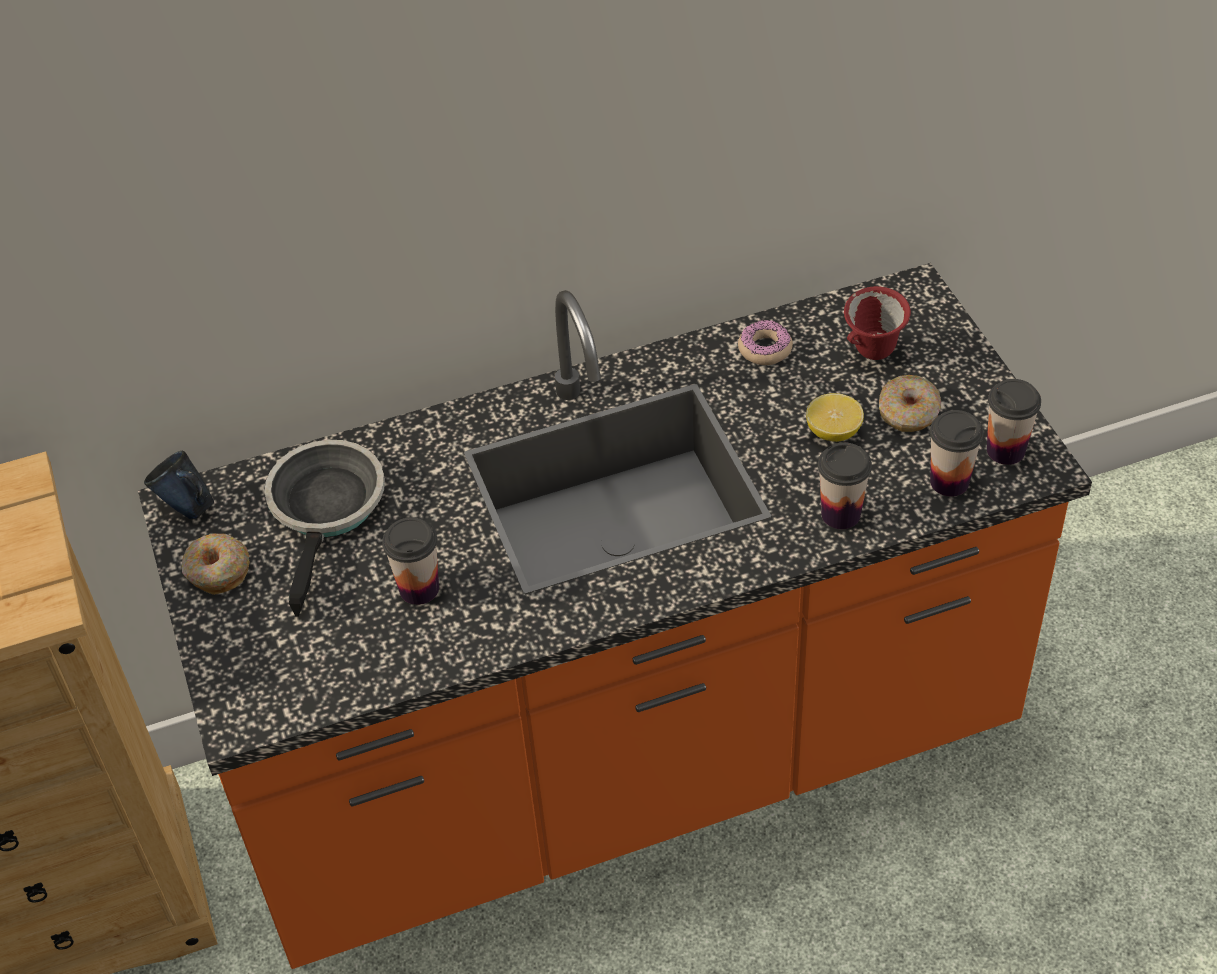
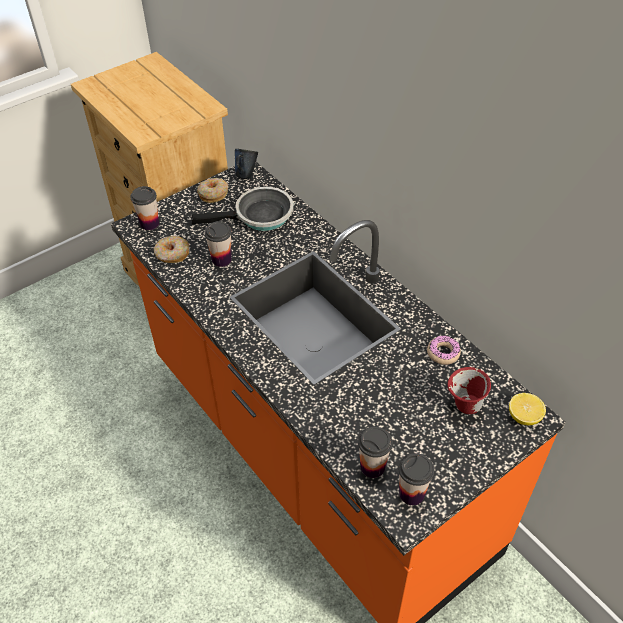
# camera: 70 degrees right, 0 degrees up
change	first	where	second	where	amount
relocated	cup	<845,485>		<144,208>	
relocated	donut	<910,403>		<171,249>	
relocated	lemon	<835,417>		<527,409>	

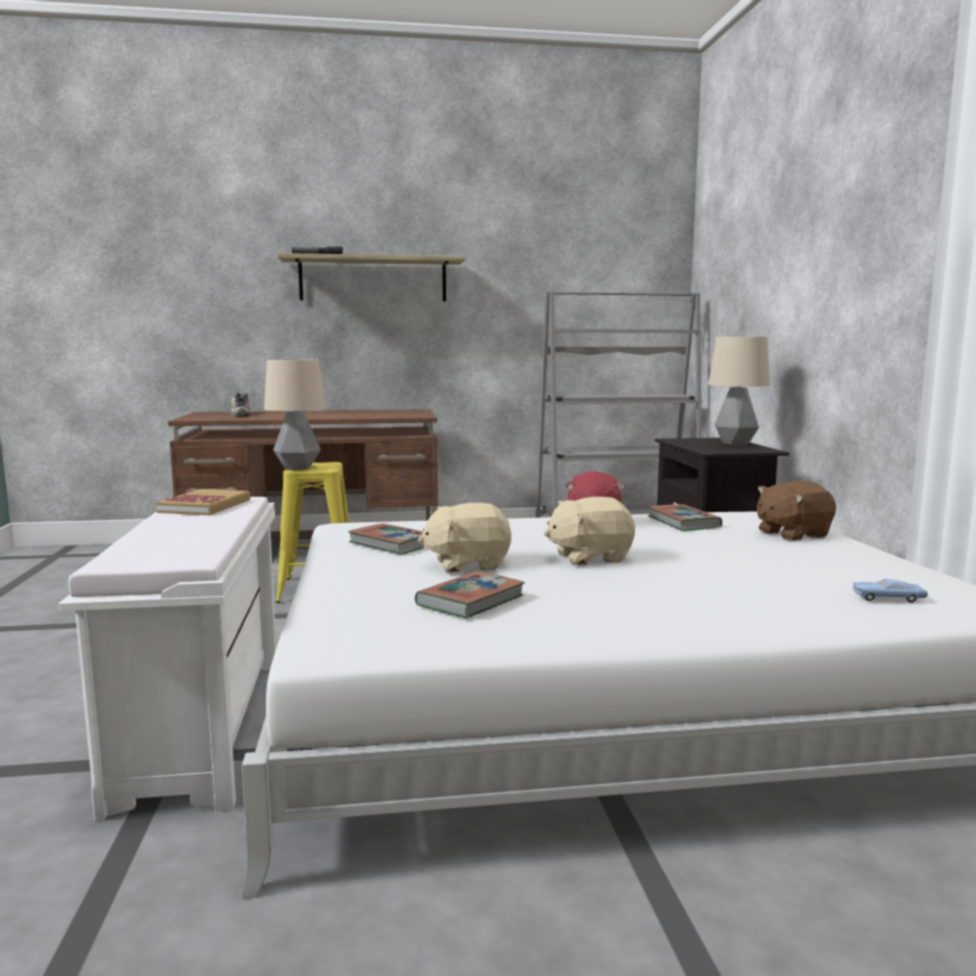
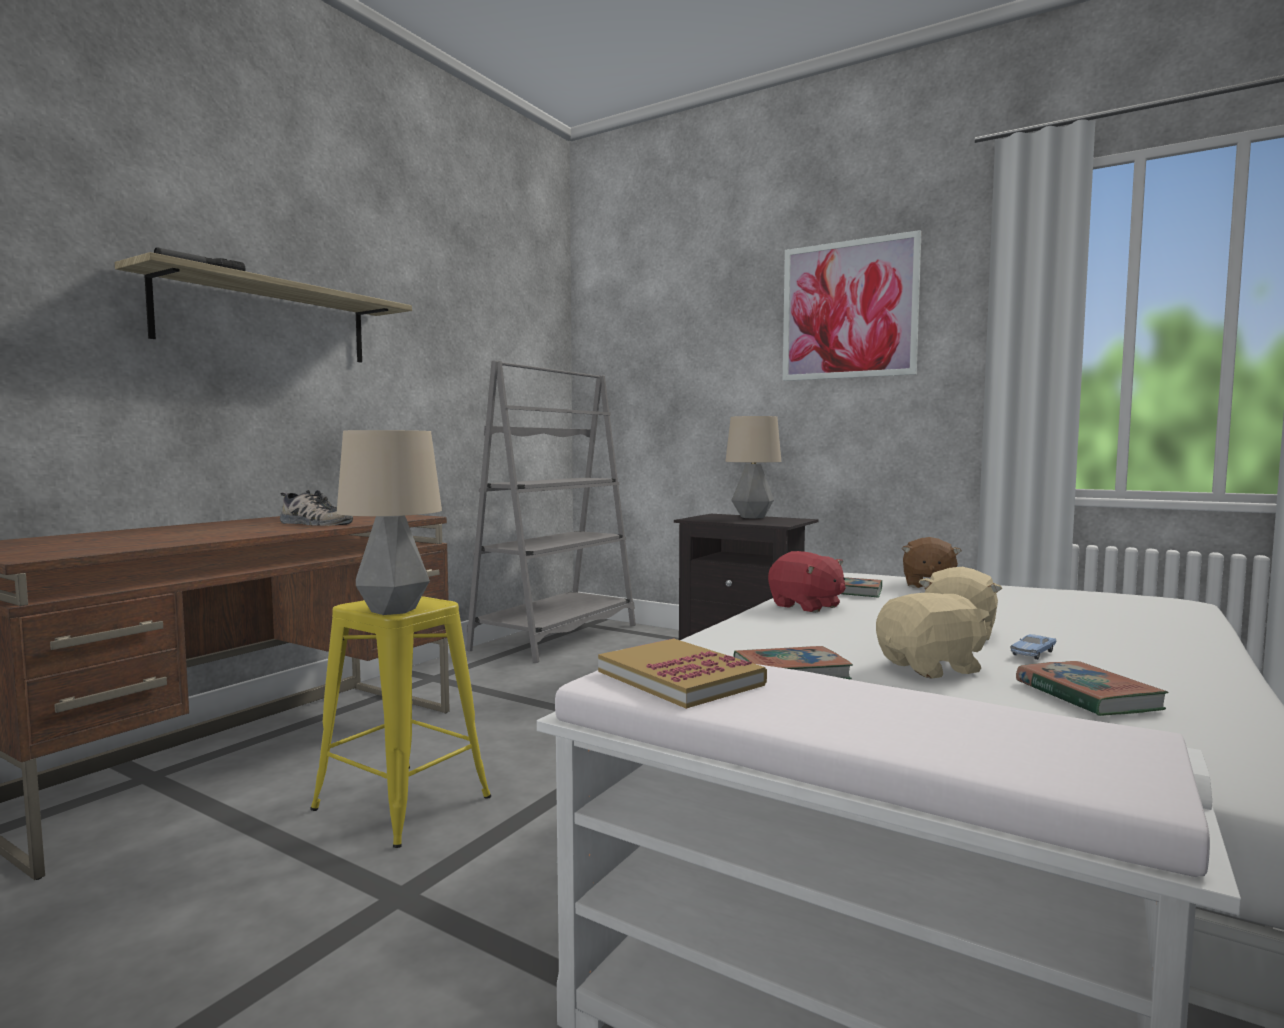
# camera: 50 degrees left, 5 degrees down
change	first	where	second	where	amount
relocated	shoe	<240,404>		<316,508>	
appeared			picture	<852,305>	
spun	plush toy (beige)	<464,538>		<932,636>	135 degrees counterclockwise
relocated	toy car (blue)	<890,591>		<1033,647>	

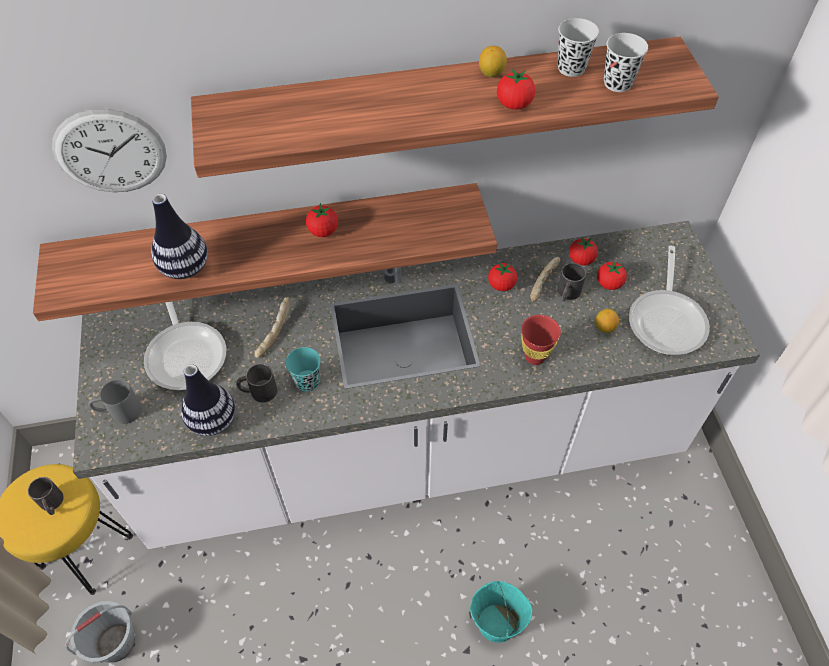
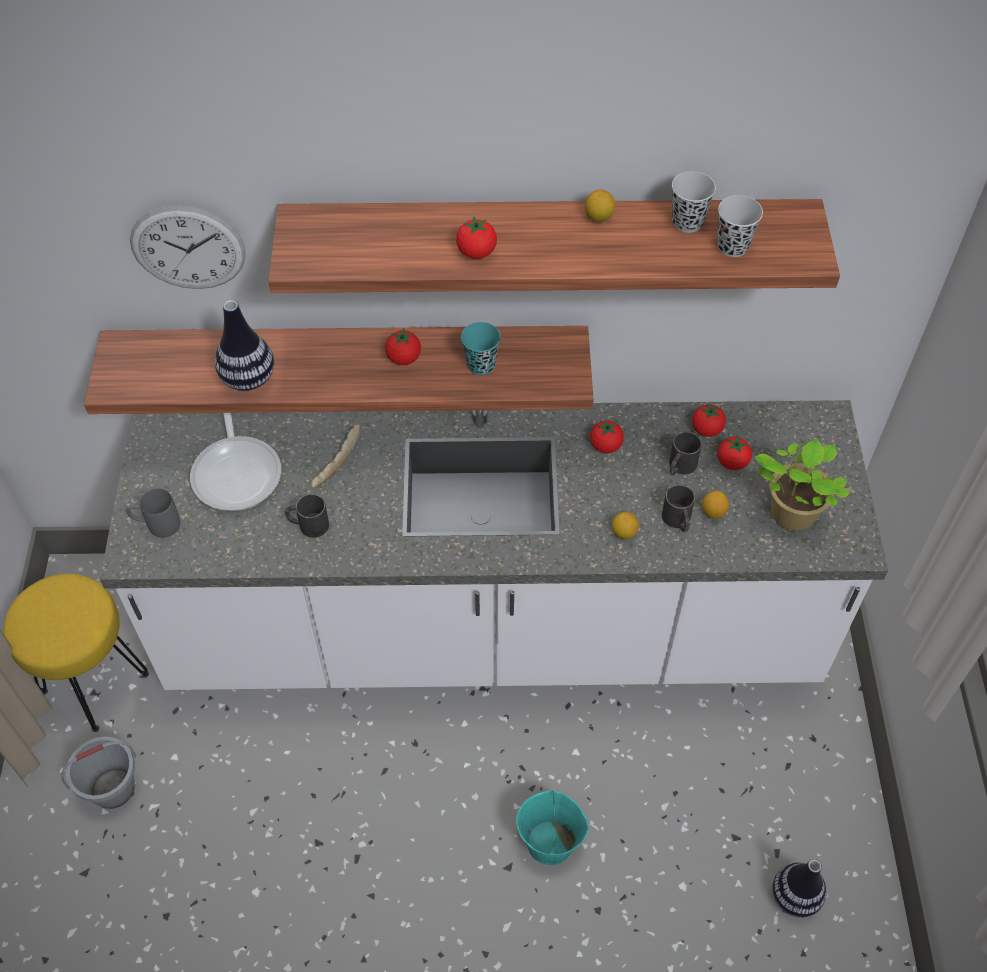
# camera: 10 degrees right, 0 degrees up
change	first	where	second	where	amount
relocated	tomato	<516,89>		<476,237>	
relocated	cup (turquoise)	<303,369>		<481,348>	
exchanged	cup (red)	<541,340>	lemon	<625,525>	
relocated	mug (black)	<46,496>		<678,508>	
exchanged	frying pan	<669,300>	potted plant	<802,485>	
relocated	vase	<208,400>		<799,888>	
missing	bread	<545,279>			

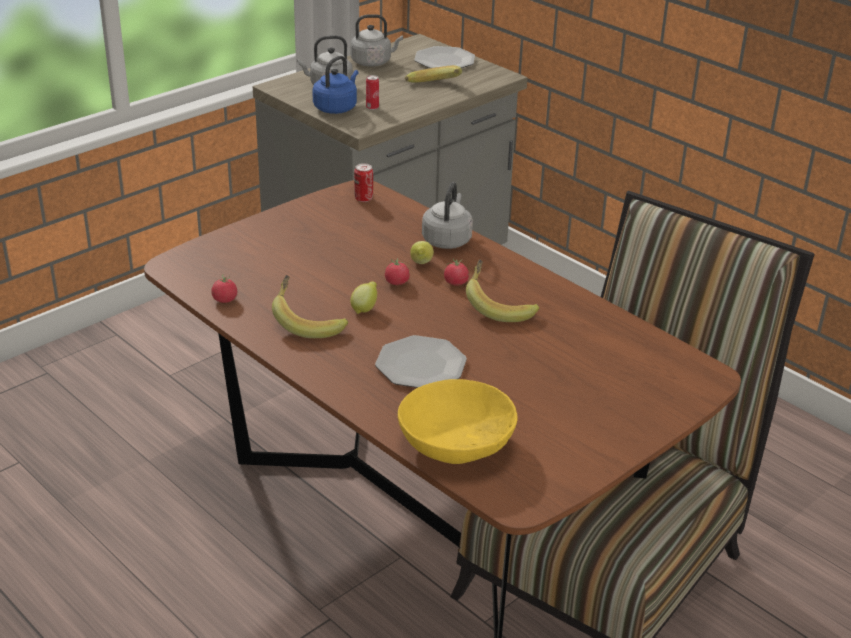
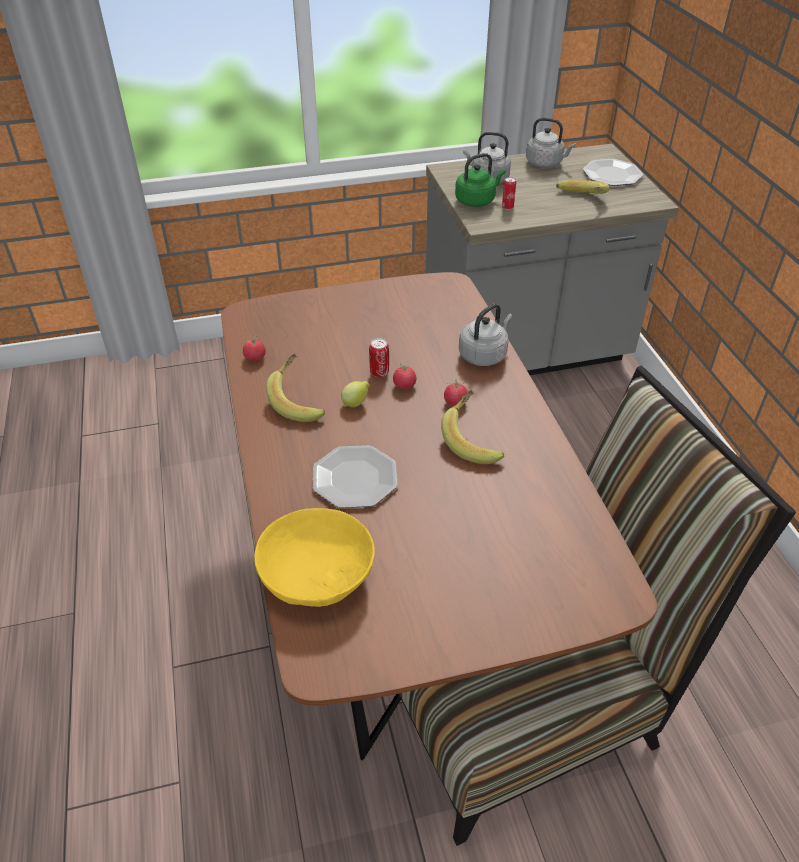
# camera: 30 degrees right, 10 degrees up
change	first	where	second	where	amount
relocated	can	<363,182>		<379,357>	
colour	kettle (blue)	<335,85>	kettle (green)	<480,180>	
missing	lemon	<422,252>			

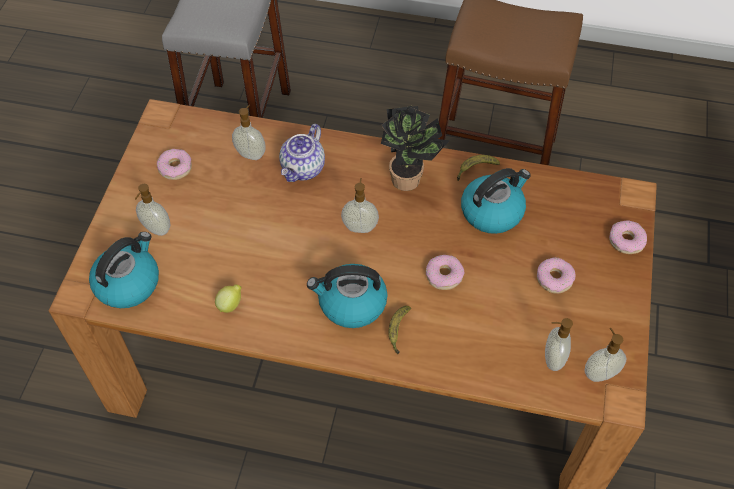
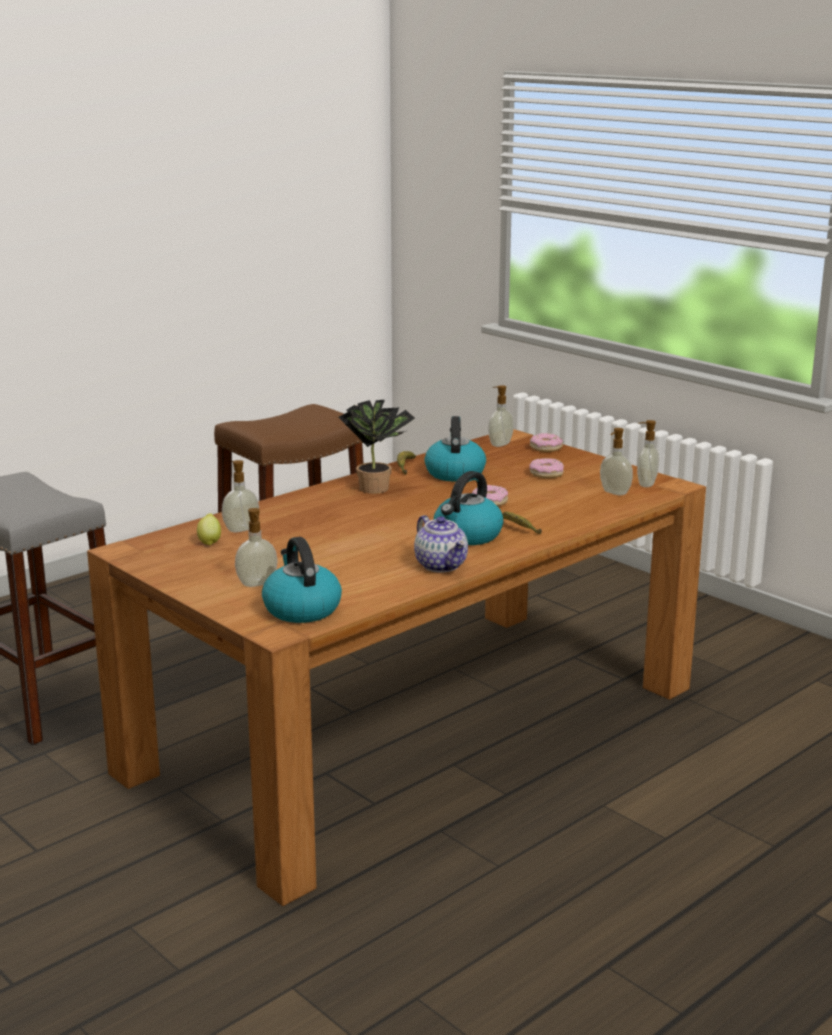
# camera: 55 degrees left, 35 degrees down
change	first	where	second	where	amount
relocated	lemon	<228,298>		<209,529>	
relocated	teapot	<302,153>		<441,544>	
relocated	soap dispenser	<360,205>		<501,416>	
missing	donut	<174,164>			

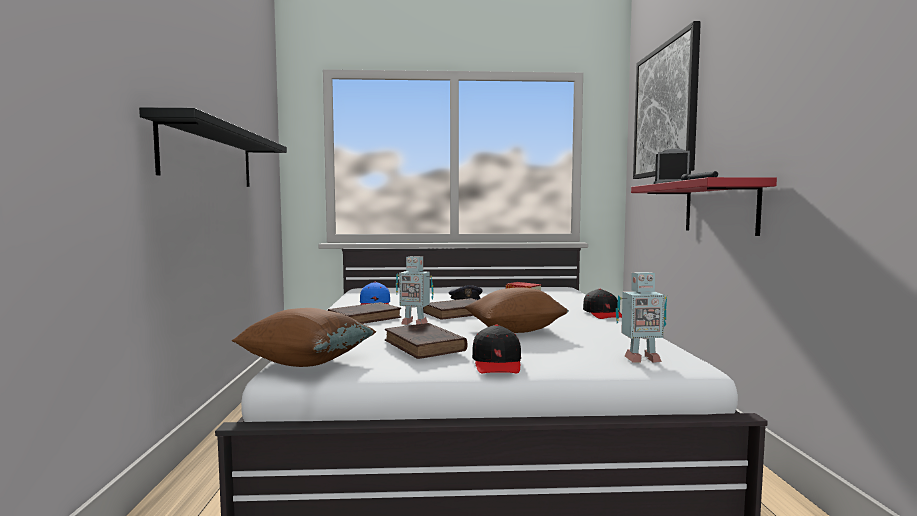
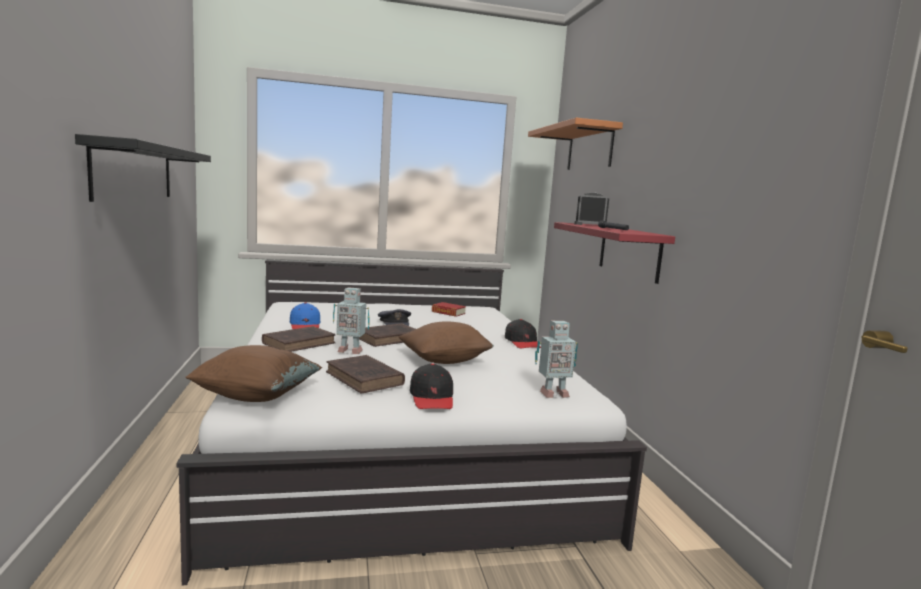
# camera: 10 degrees left, 5 degrees up
change	first	where	second	where	amount
exchanged	picture	<667,100>	shelf (orange)	<575,144>	

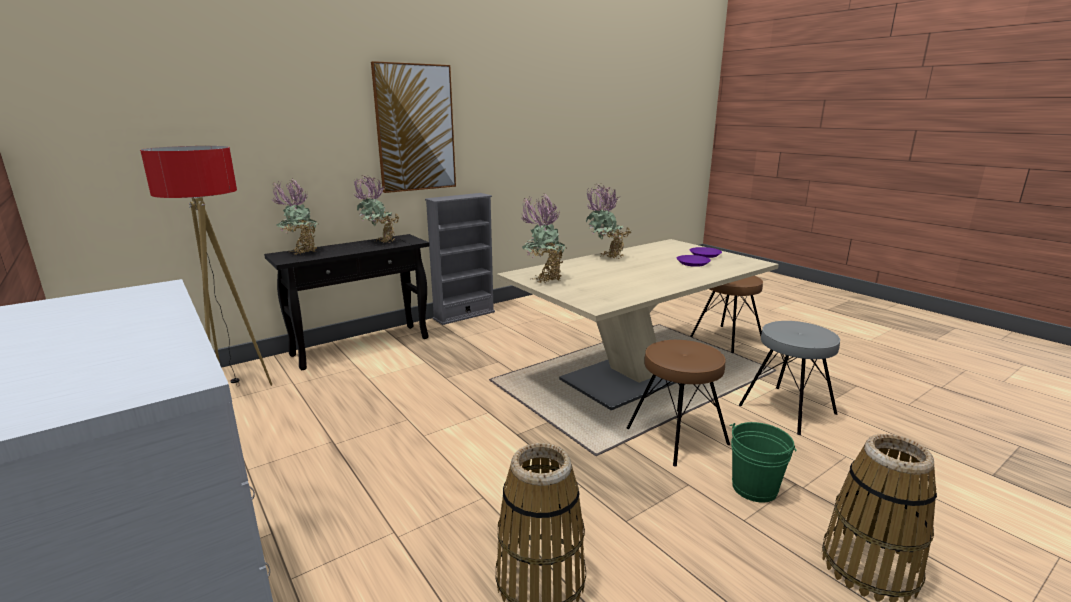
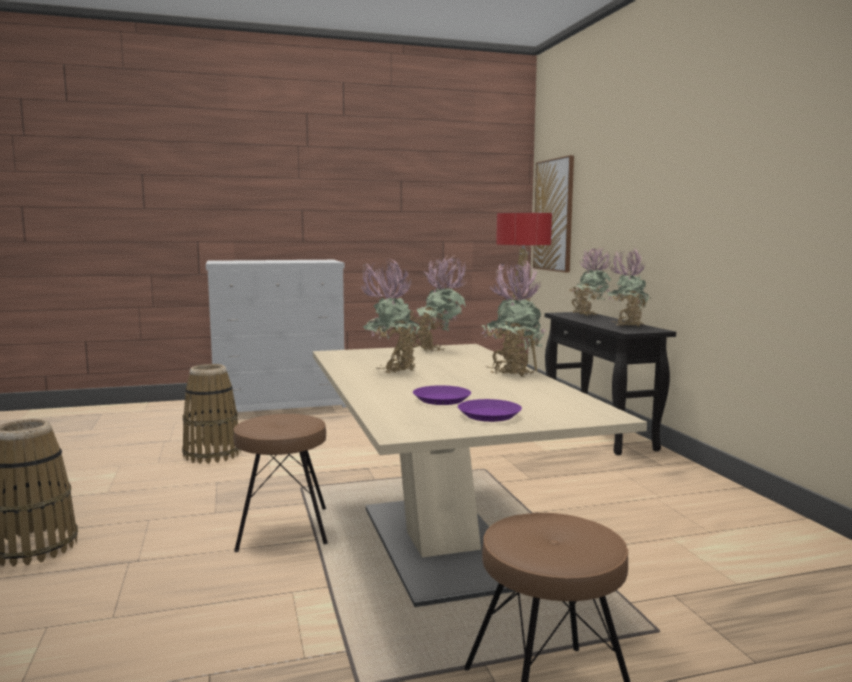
# camera: 110 degrees right, 10 degrees down
change	first	where	second	where	amount
appeared			potted plant	<390,316>	
relocated	picture	<413,127>		<553,214>	
missing	bookcase (grey)	<460,259>			
missing	bucket (green)	<762,462>			
missing	stool (grey)	<789,378>			

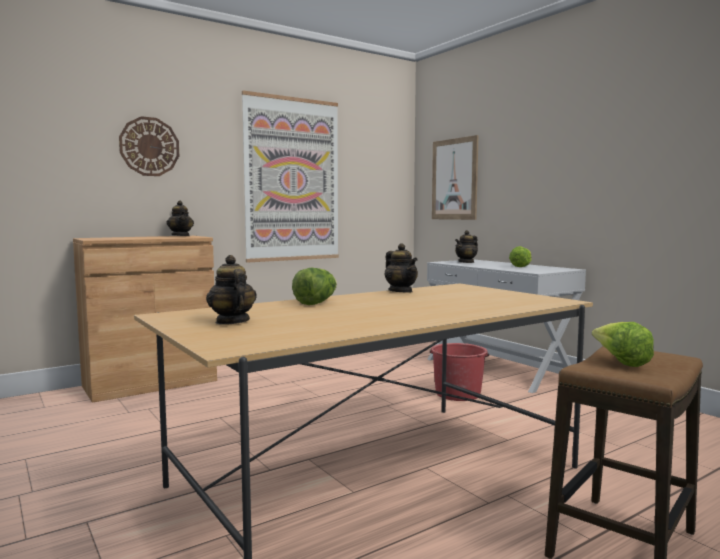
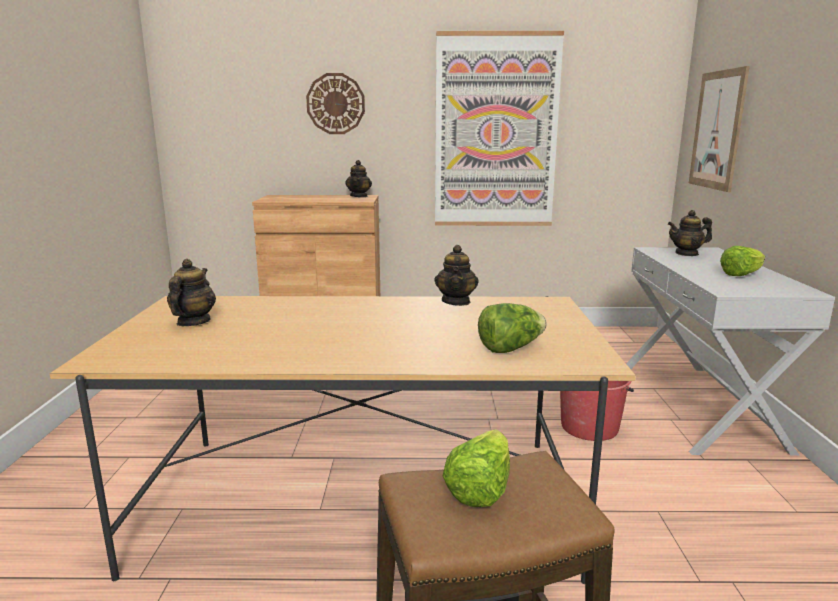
# camera: 35 degrees right, 10 degrees up
change	first	where	second	where	amount
relocated	lettuce	<314,286>		<512,328>	

